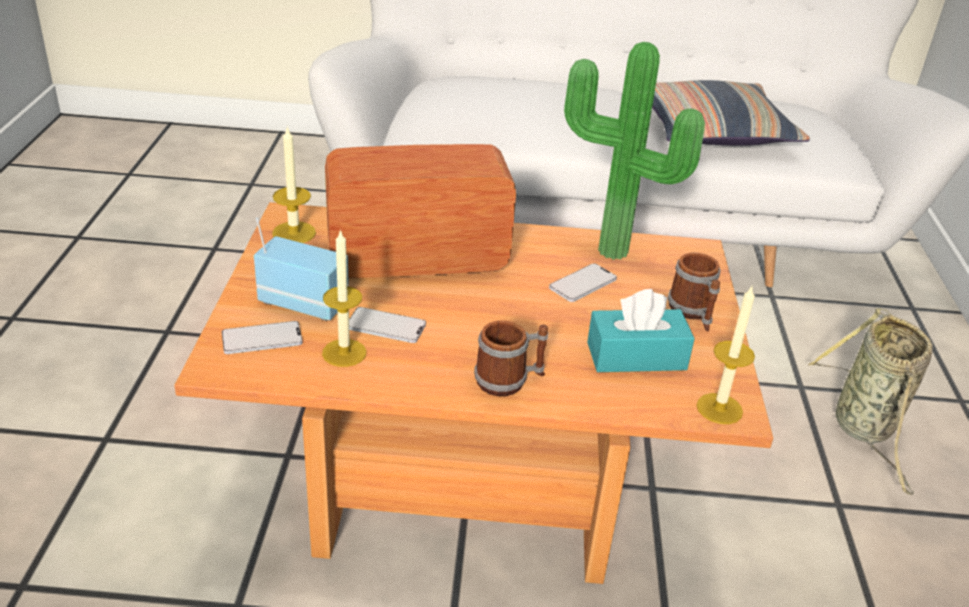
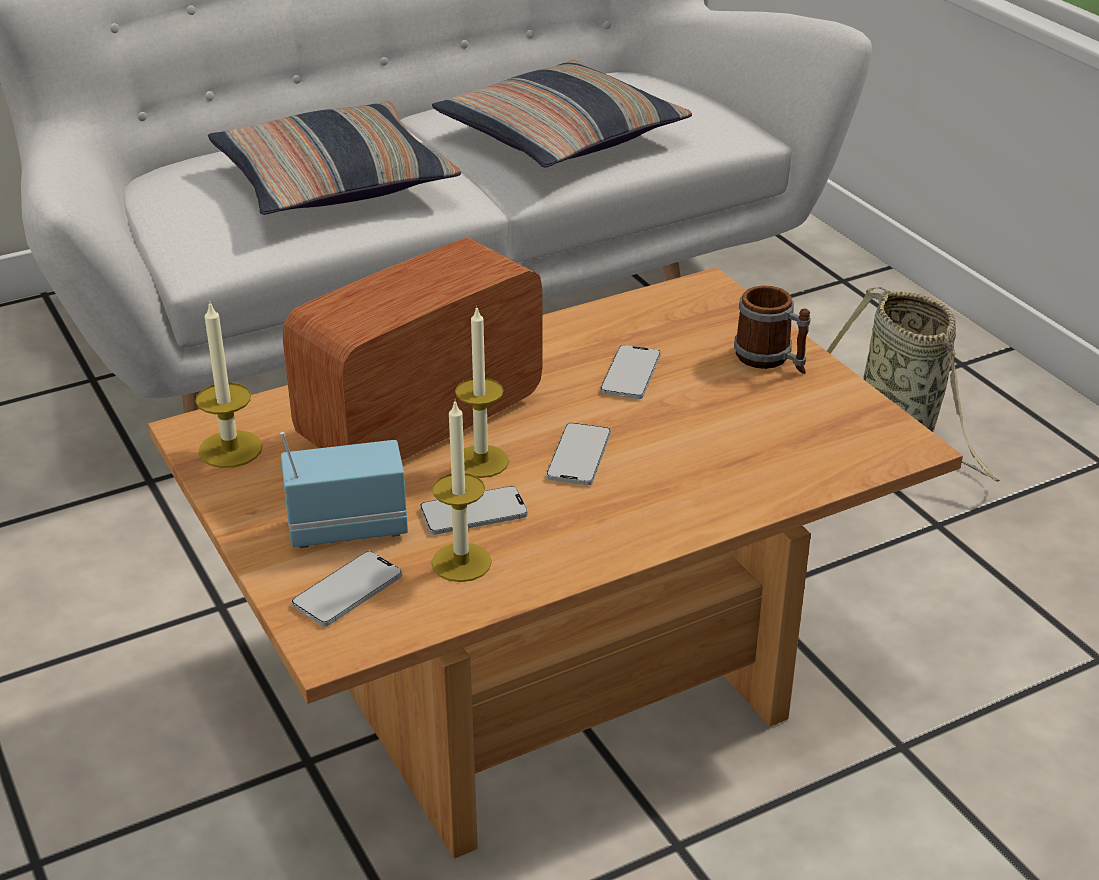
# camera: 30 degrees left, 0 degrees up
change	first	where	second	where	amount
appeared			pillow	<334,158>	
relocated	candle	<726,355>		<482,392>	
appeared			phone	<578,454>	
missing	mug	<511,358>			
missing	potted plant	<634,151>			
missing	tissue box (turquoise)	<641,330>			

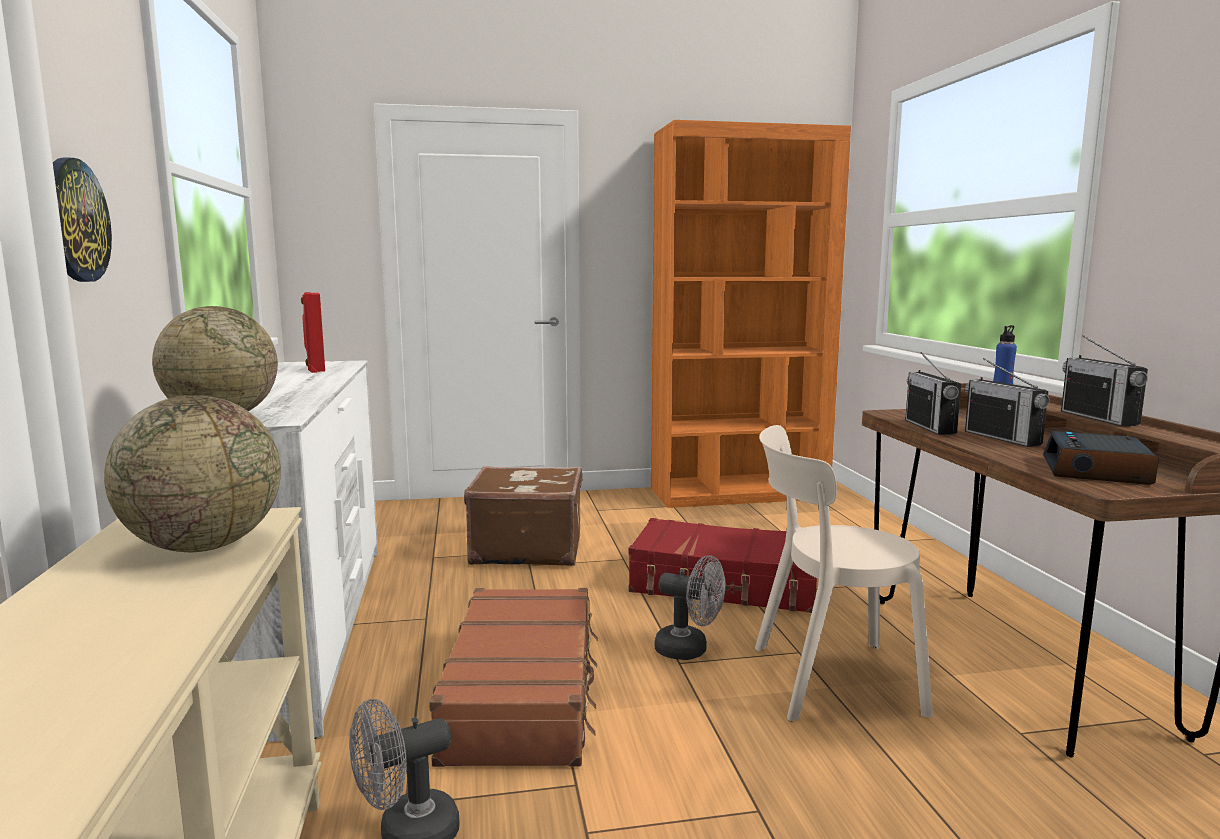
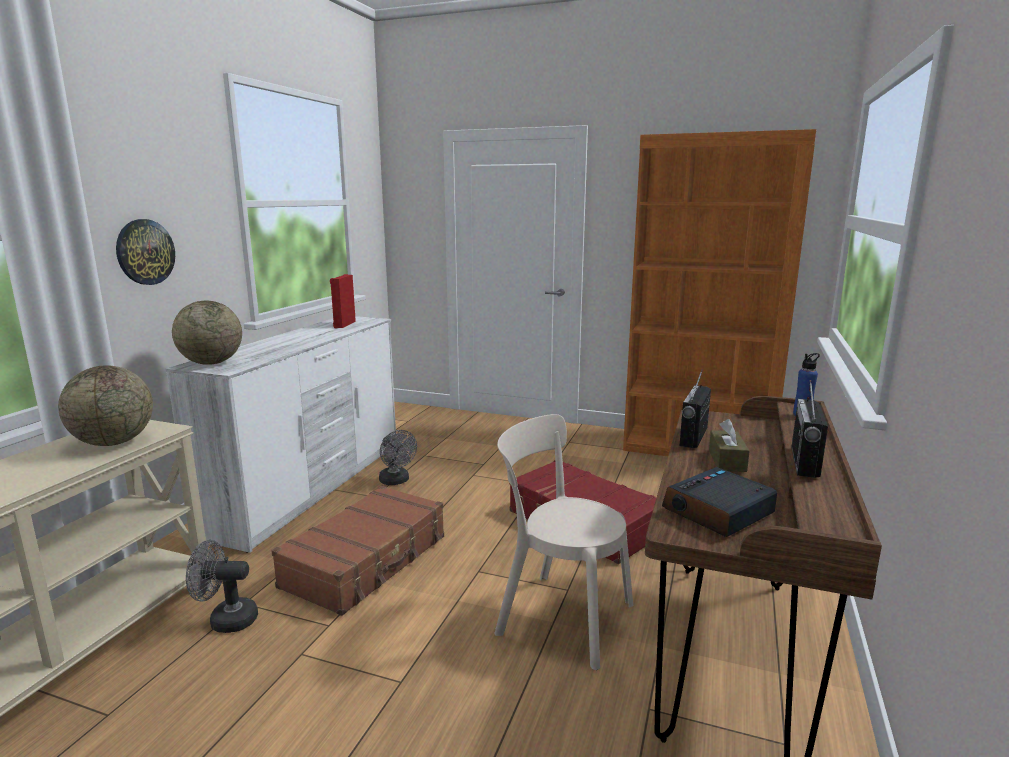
# camera: 30 degrees right, 5 degrees up
change	first	where	second	where	amount
relocated	fan (grey)	<690,607>		<398,457>	
exchanged	radio	<1007,402>	tissue box (brown)	<729,445>	
missing	suitcase (brown)	<523,516>			

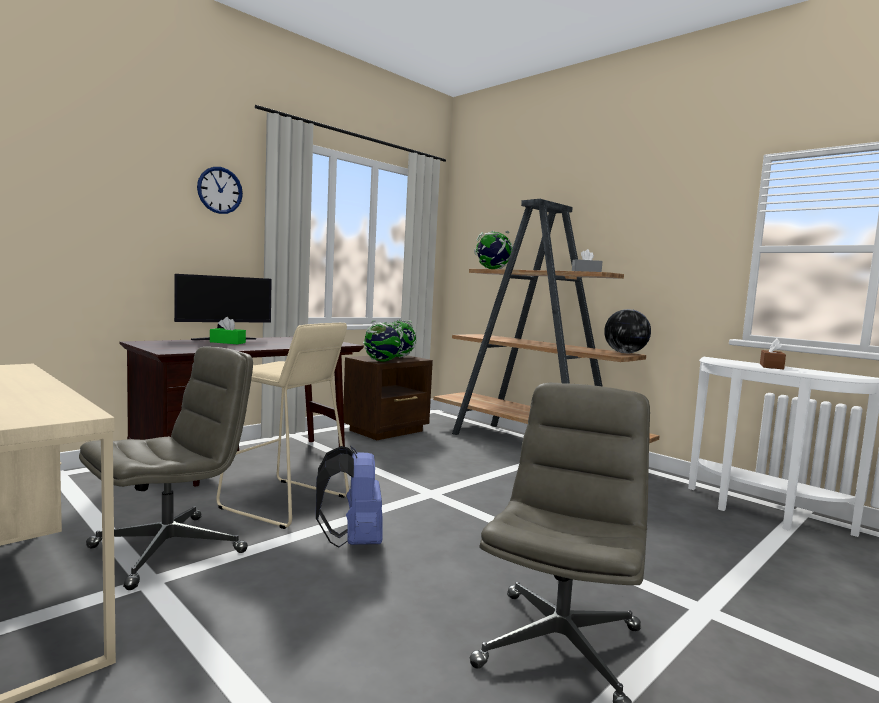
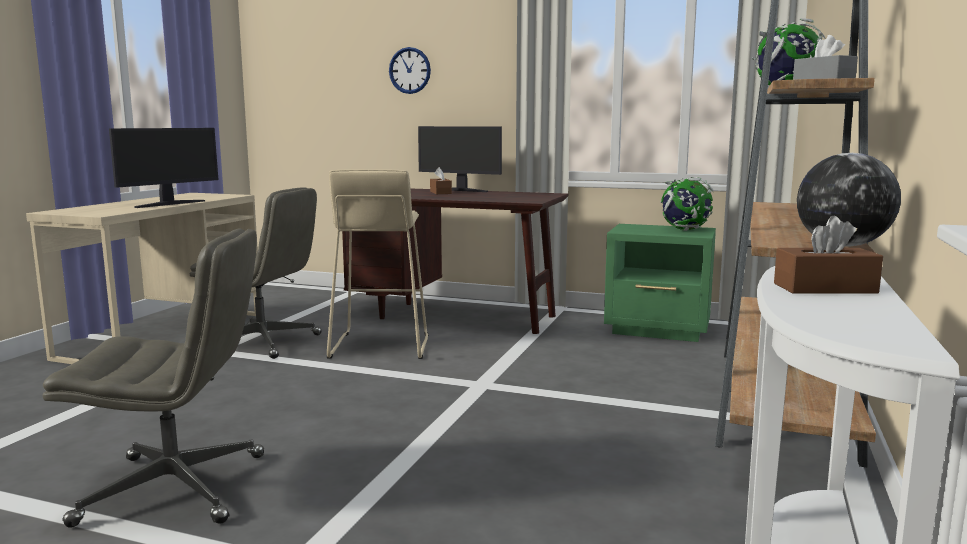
# camera: 65 degrees right, 5 degrees up
change	first	where	second	where	amount
appeared			monitor	<163,168>	
relocated	wall clock	<220,190>		<410,70>	
colour	tissue box (green)	<228,330>	tissue box (brown)	<441,180>	
colour	nightstand (brown)	<388,397>	nightstand (green)	<660,283>	
missing	backpack (blue)	<349,497>			
missing	globe	<383,341>			

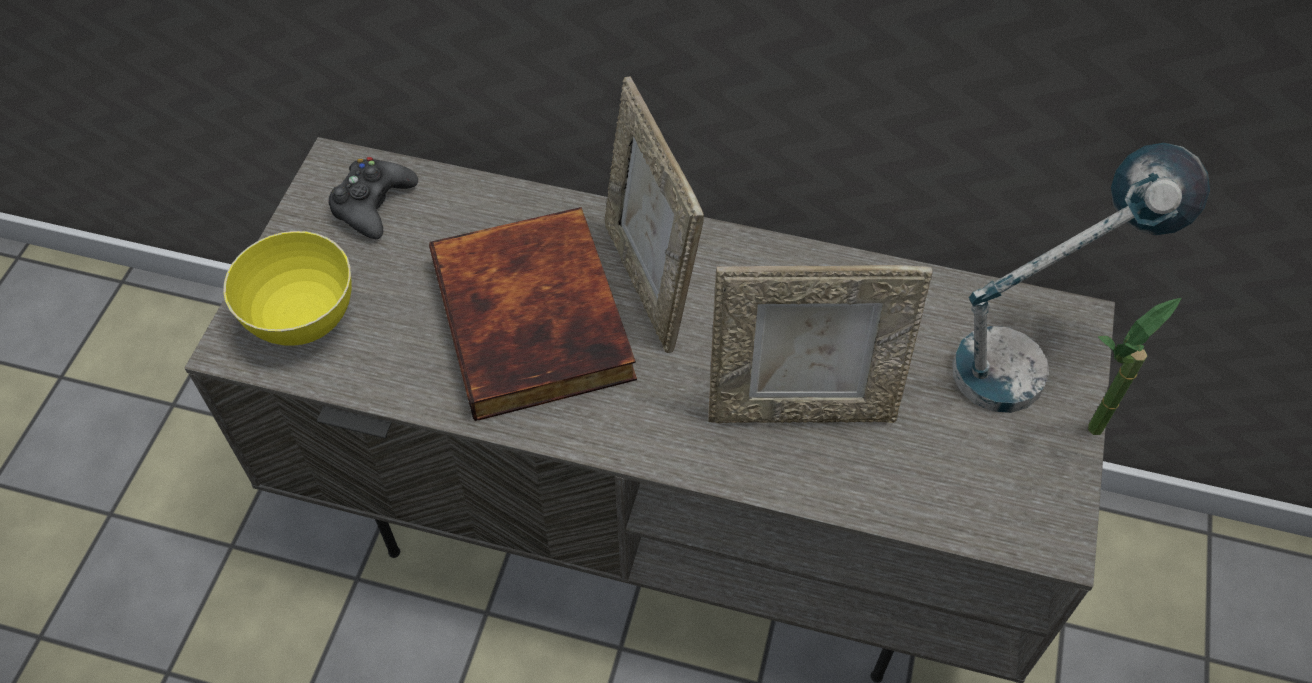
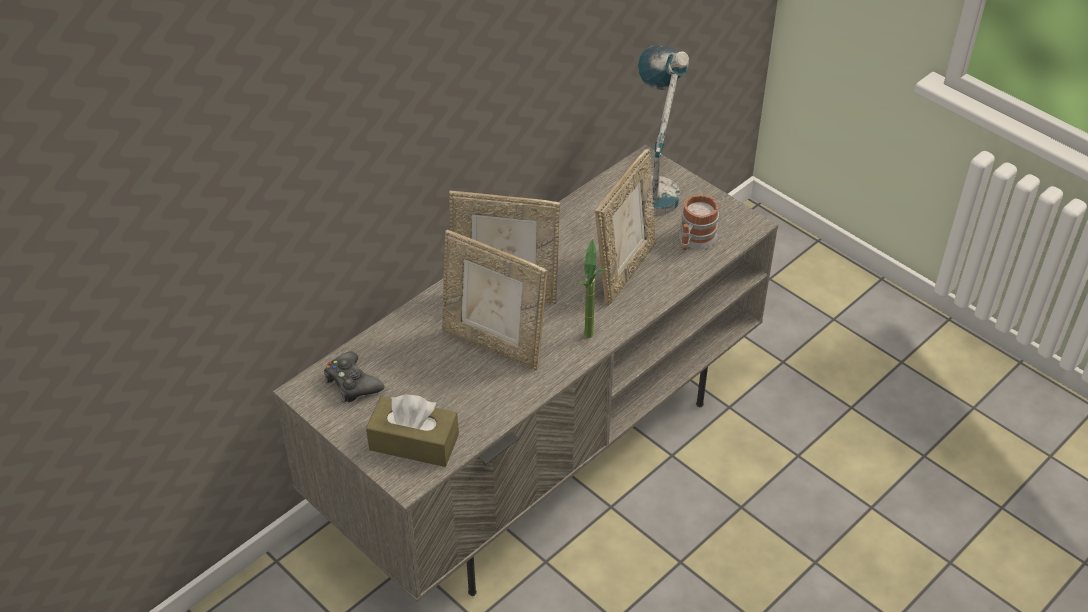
# camera: 60 degrees left, 10 degrees down
change	first	where	second	where	amount
exchanged	bowl (yellow)	<287,288>	tissue box (brown)	<412,430>	
exchanged	book	<533,314>	picture frame	<494,300>	
relocated	potted plant	<1134,366>		<592,288>	
appeared			mug	<699,222>	

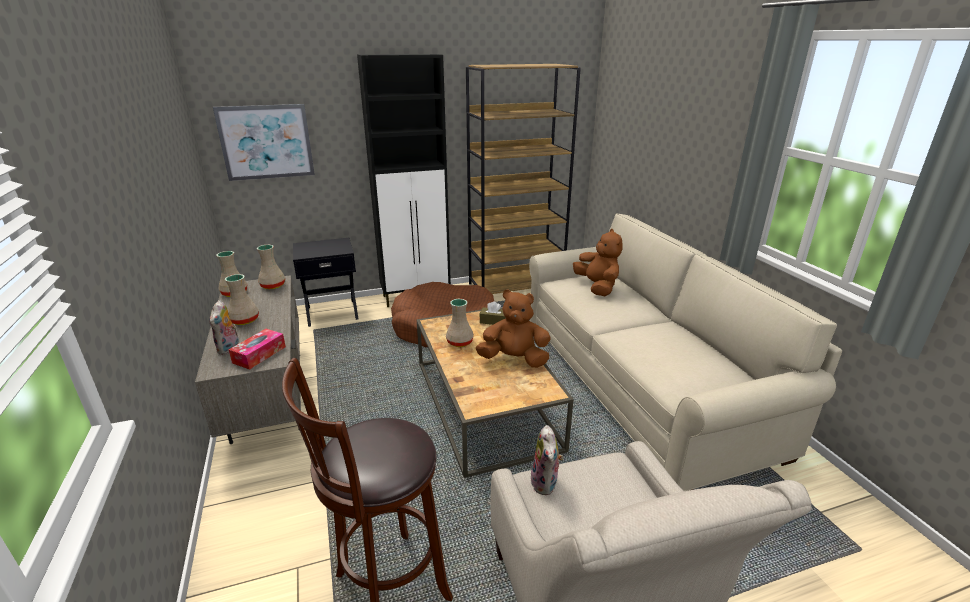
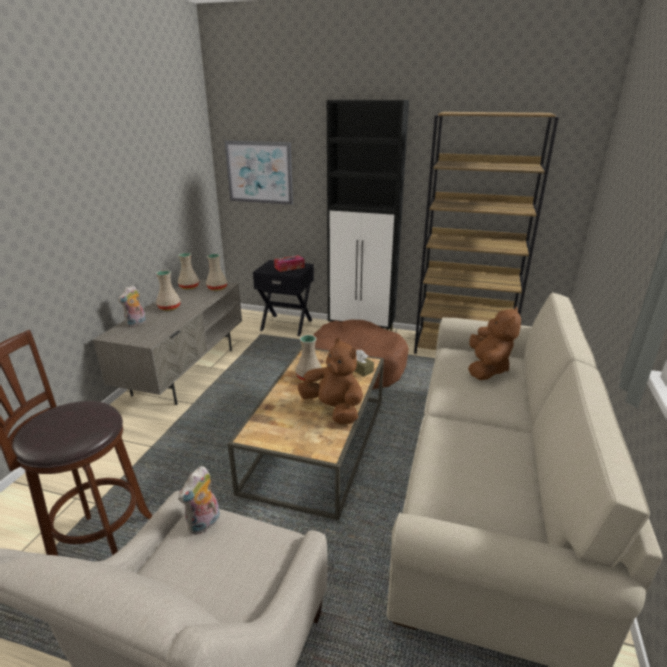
# camera: 35 degrees right, 0 degrees up
change	first	where	second	where	amount
relocated	tissue box	<257,349>		<289,263>	

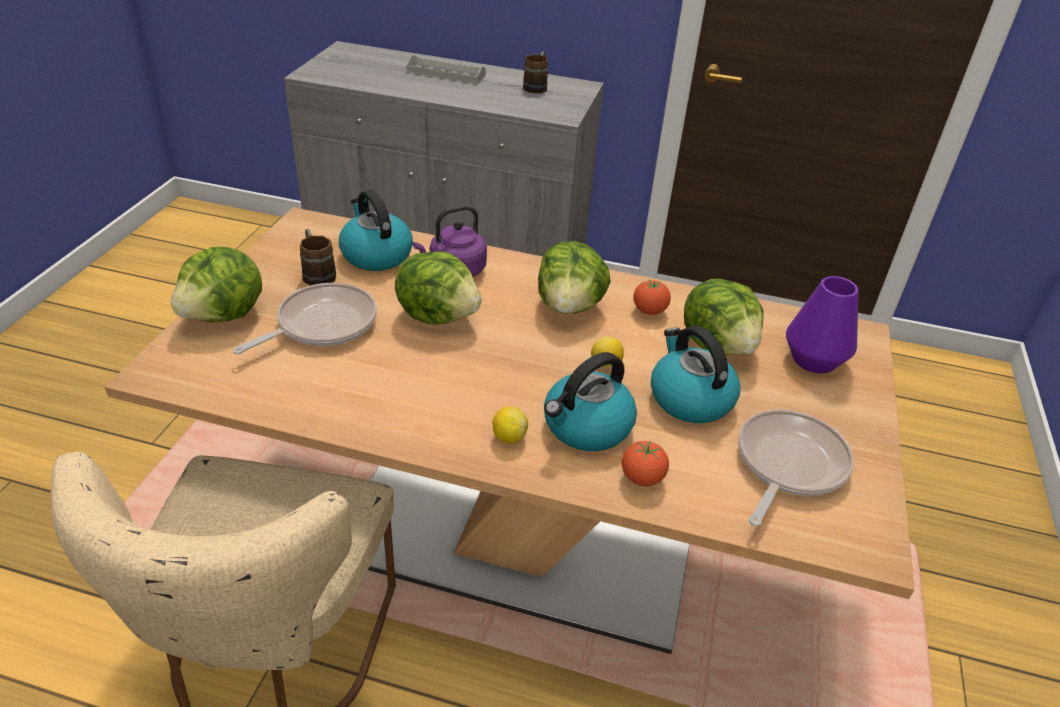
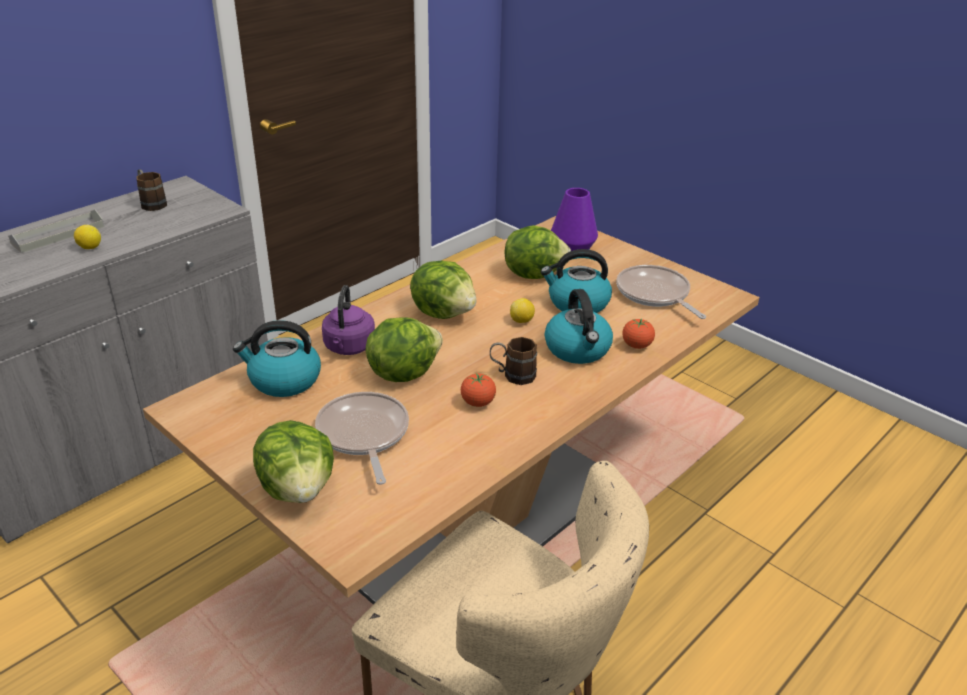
# camera: 60 degrees left, 5 degrees down
change	first	where	second	where	amount
relocated	lemon	<510,425>		<87,237>	
relocated	tomato	<652,297>		<478,390>	
relocated	mug (brown)	<318,257>		<513,361>	

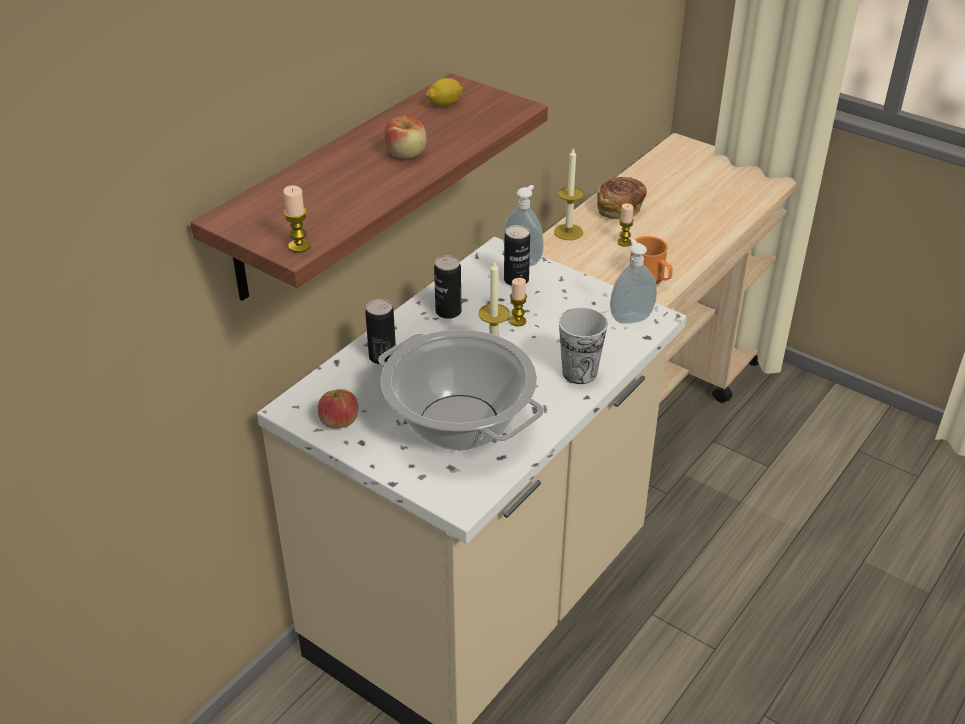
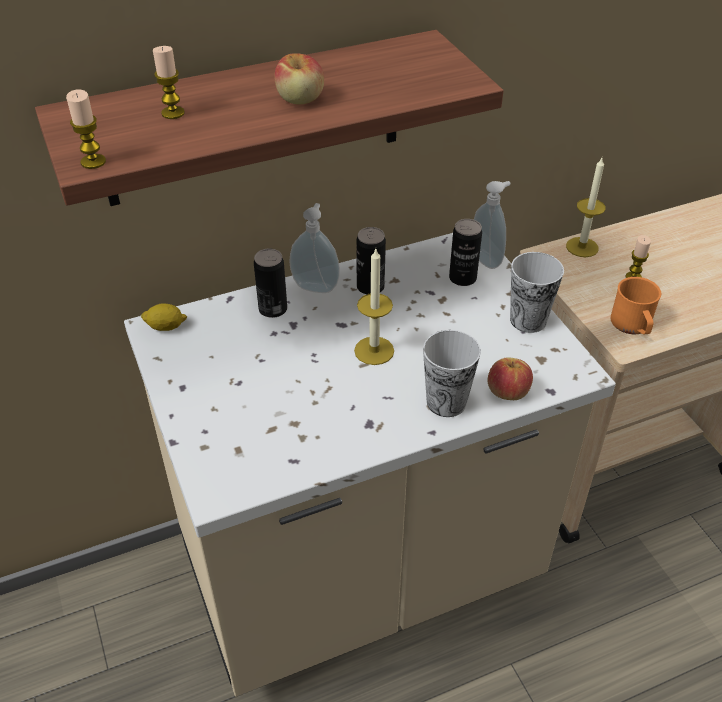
# camera: 30 degrees right, 5 degrees up
change	first	where	second	where	amount
relocated	lemon	<444,92>		<164,317>	
relocated	candle	<518,302>		<169,82>	
relocated	soap dispenser	<633,281>		<314,248>	
relocated	apple	<338,409>		<510,378>	
appeared			cup	<537,292>	
missing	cooking pot	<461,389>			
missing	bread	<622,198>			

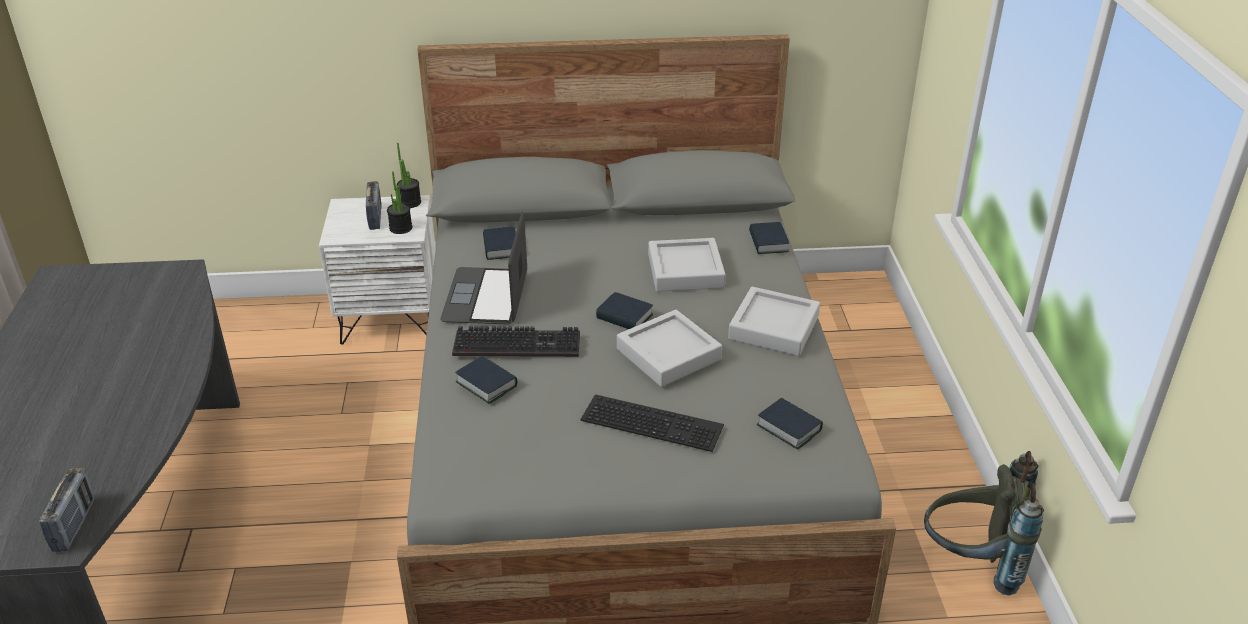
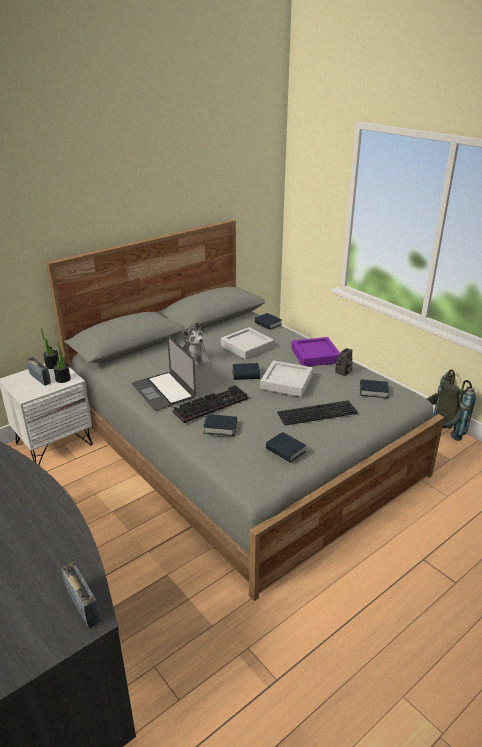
# camera: 35 degrees left, 5 degrees down
change	first	where	second	where	amount
appeared			plush toy	<196,344>	
relocated	book	<499,243>		<286,447>	
colour	tray (grey)	<774,321>	tray (purple)	<315,352>	
appeared			photo camera	<344,362>	

